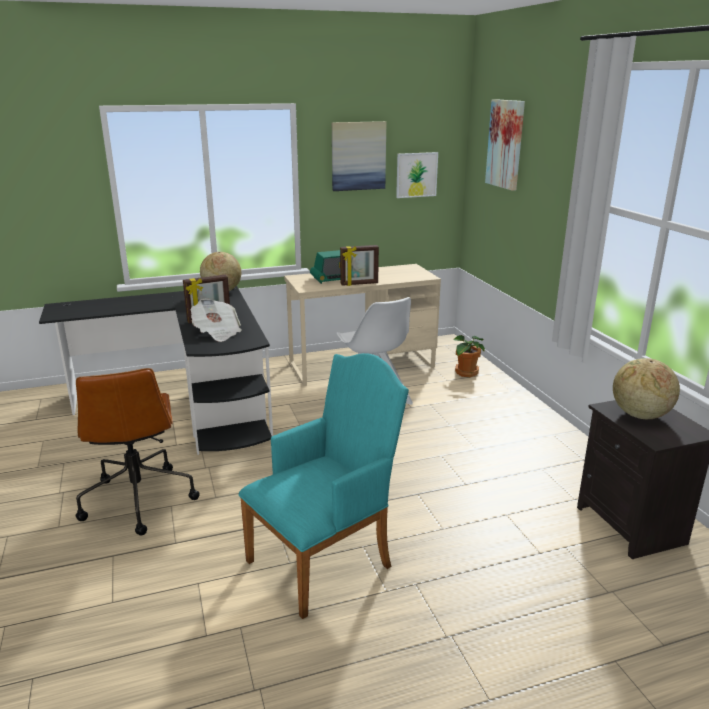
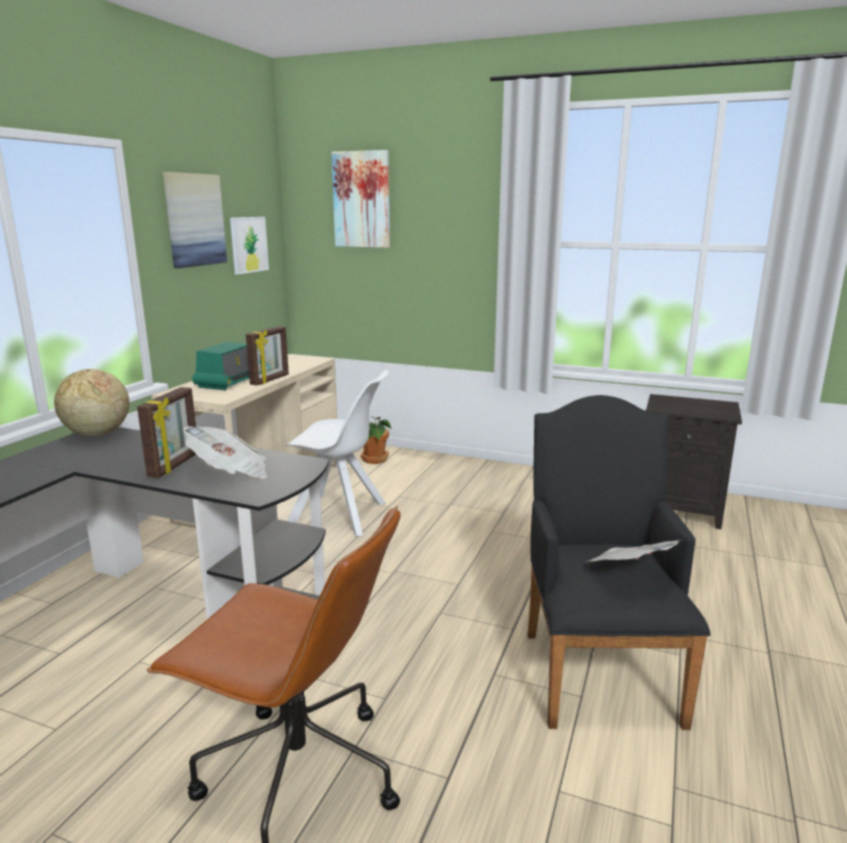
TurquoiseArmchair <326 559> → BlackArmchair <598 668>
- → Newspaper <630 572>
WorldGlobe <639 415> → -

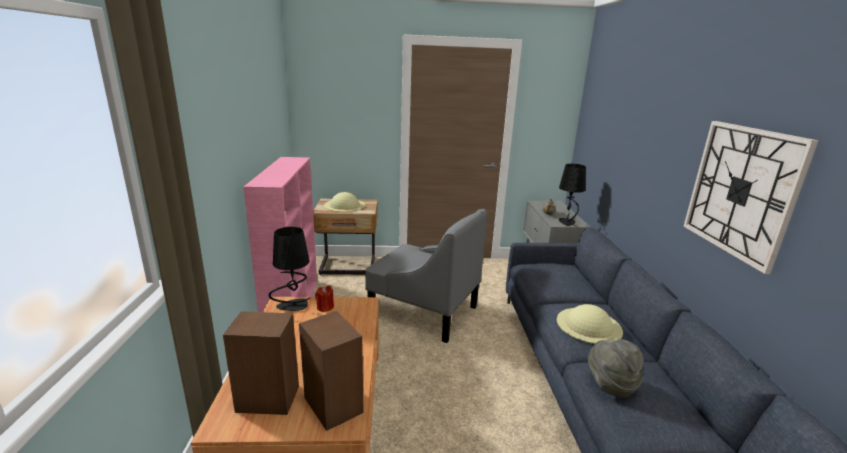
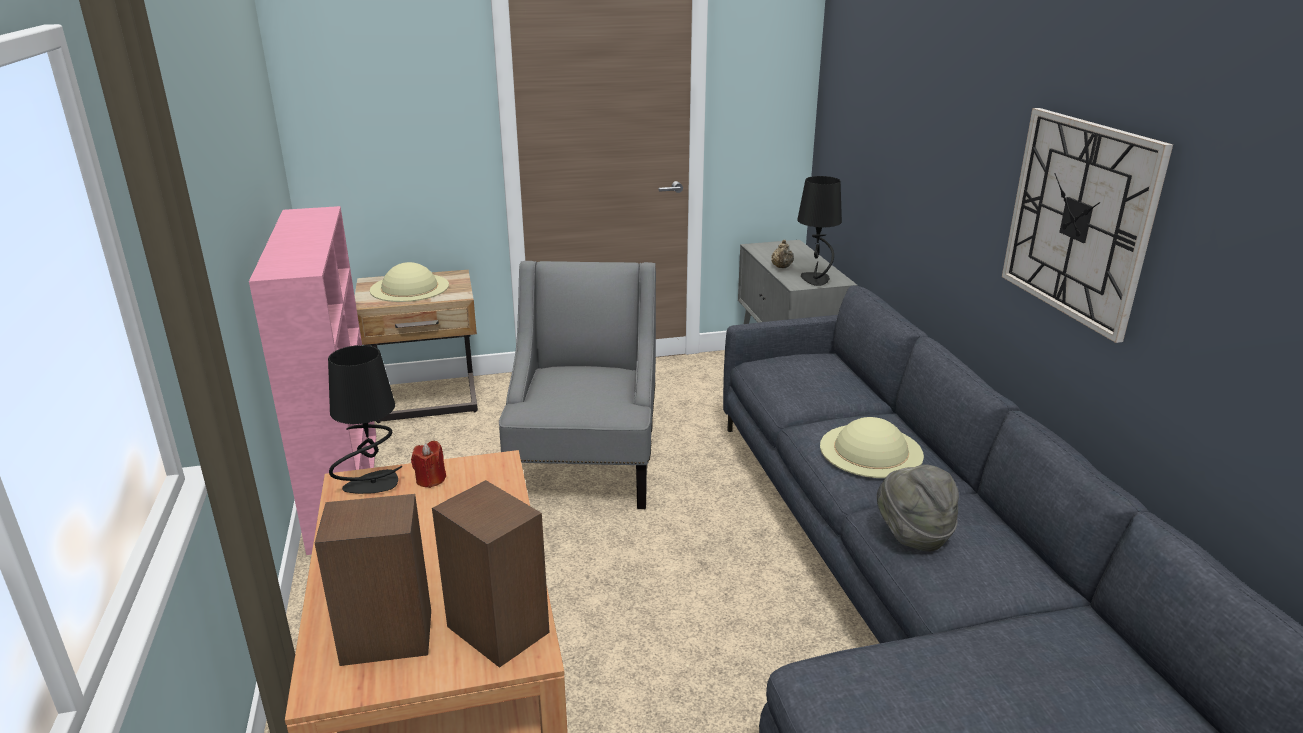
GreyArmchair <423 311> → GreyArmchair <586 464>, 105 degrees counterclockwise

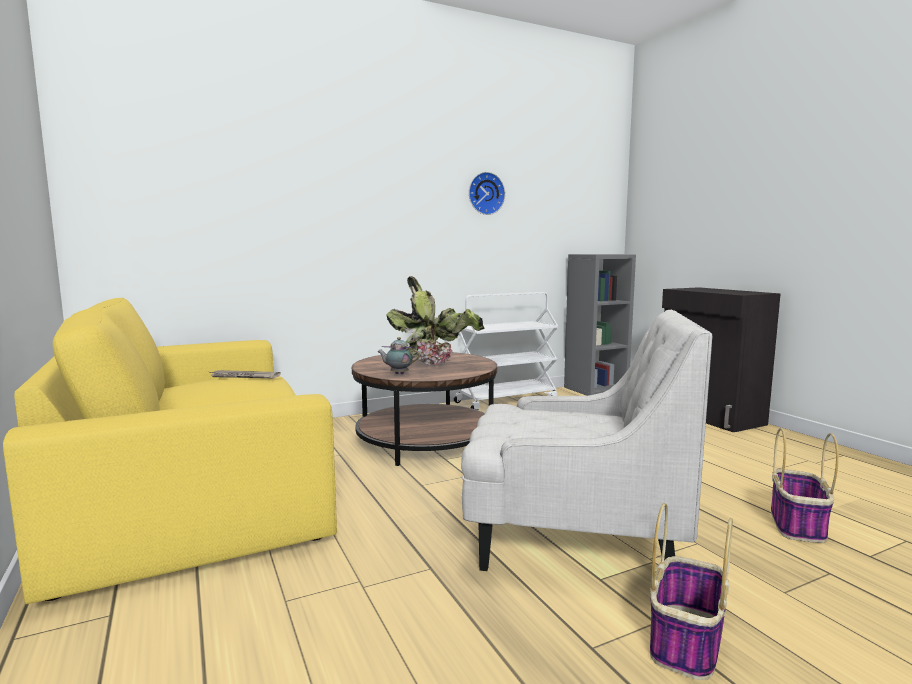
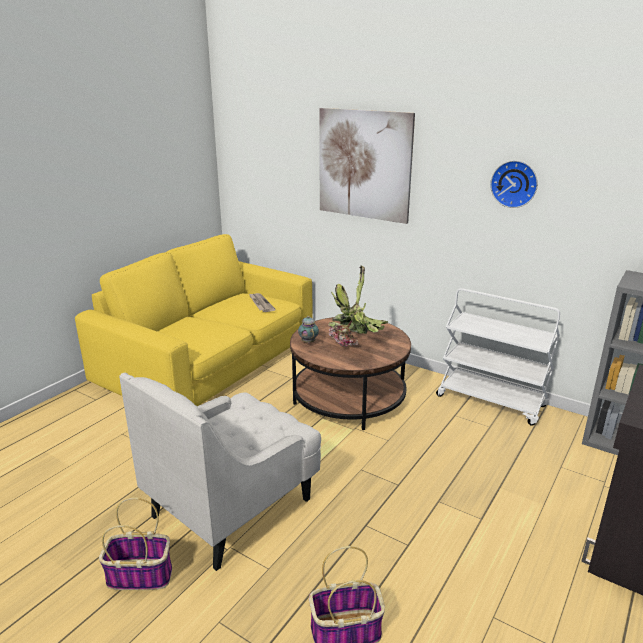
WhiteArmchair <572 541> → WhiteArmchair <233 506>, 60 degrees clockwise
- → WallArt <364 165>

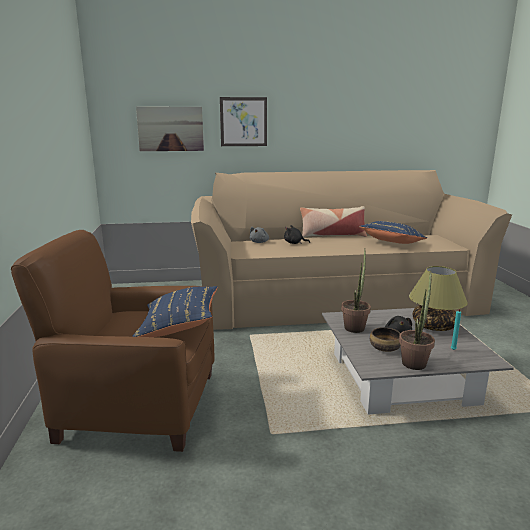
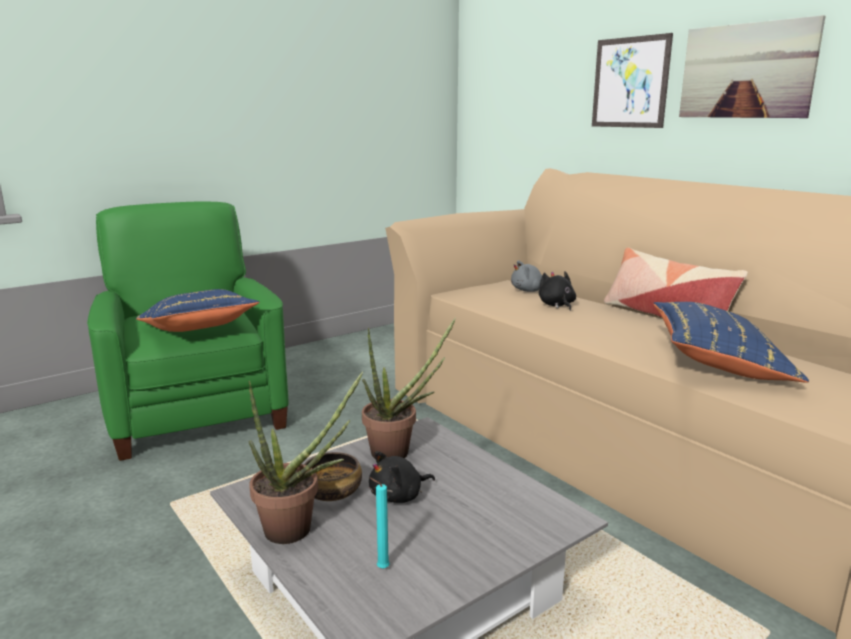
BrownArmchair <138 405> → GreenColouredArmchair <196 412>
WallArt <170 129> → WallArt <746 71>, moved
LampForATable <434 326> → -

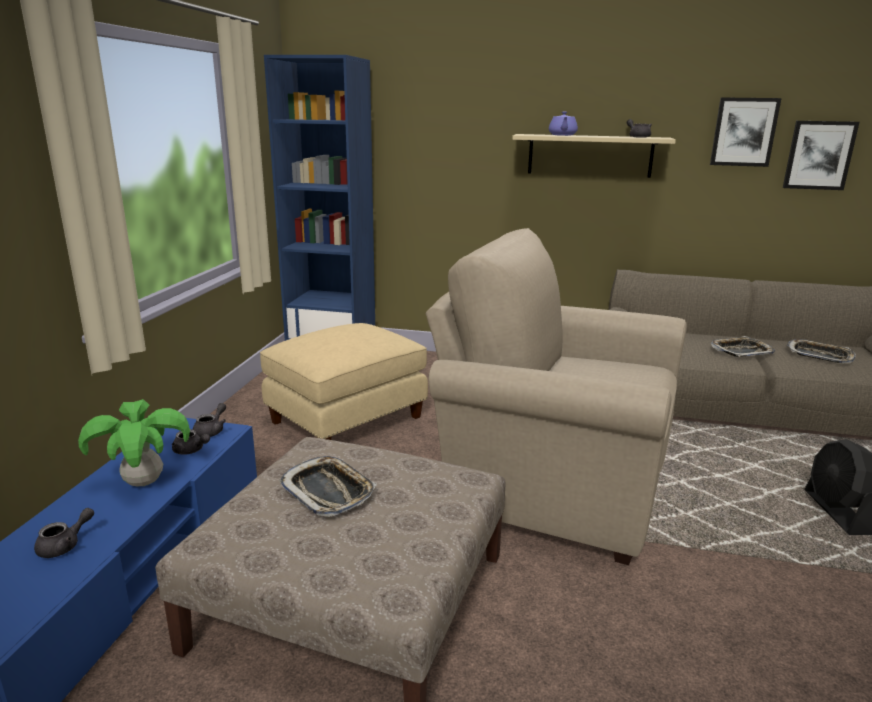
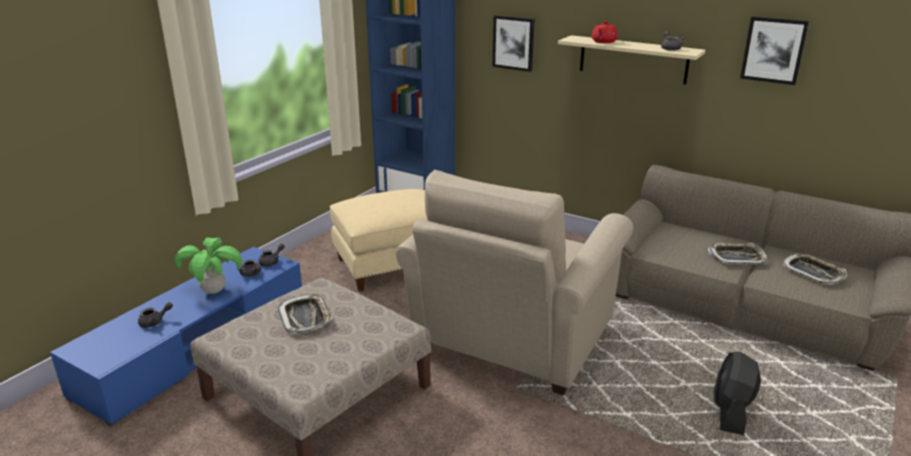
BeigeColouredArmchair <550 483> → BeigeColouredArmchair <510 342>, 105 degrees counterclockwise
WallArt <819 155> → WallArt <513 43>, moved
PurpleTeapot <562 135> → ReddishTeapot <603 42>

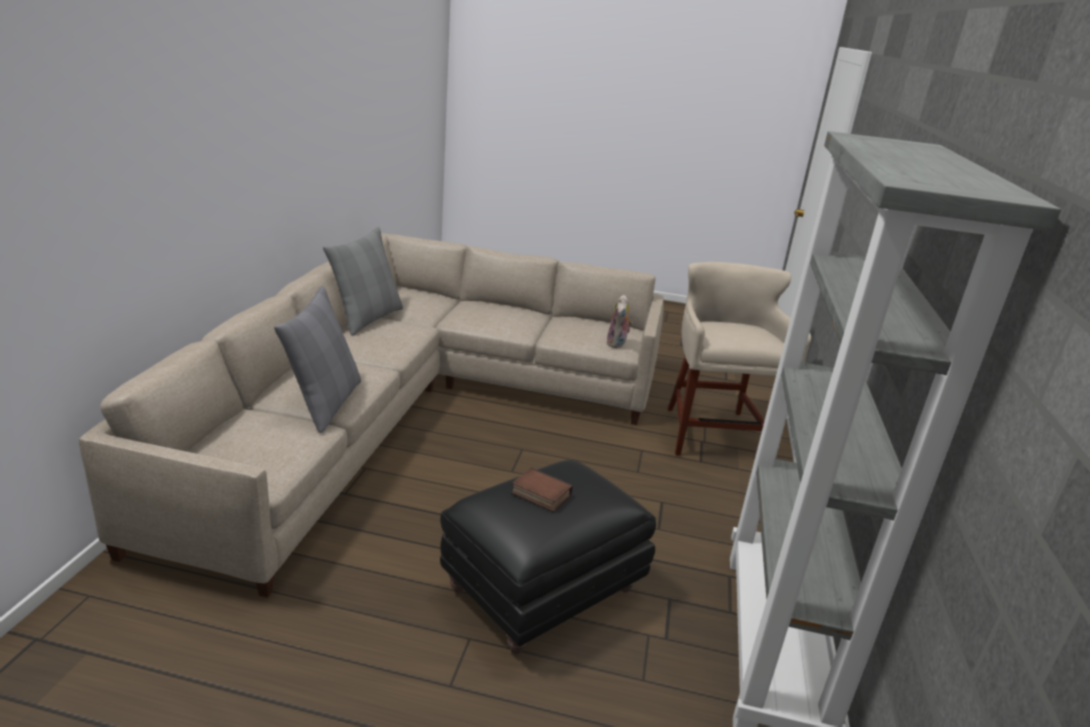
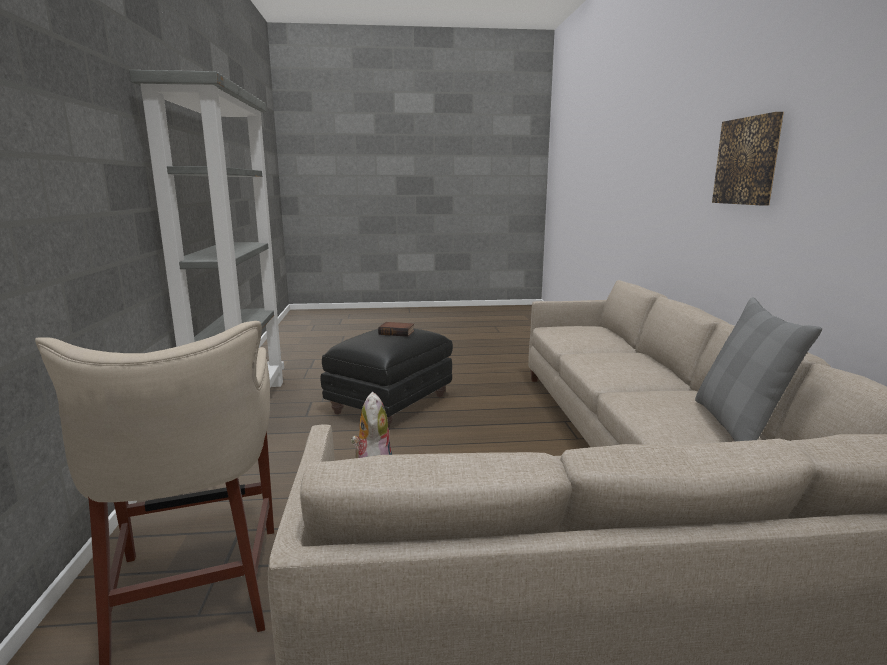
- → WallArt <748 161>
GreyPillow <325 404> → -

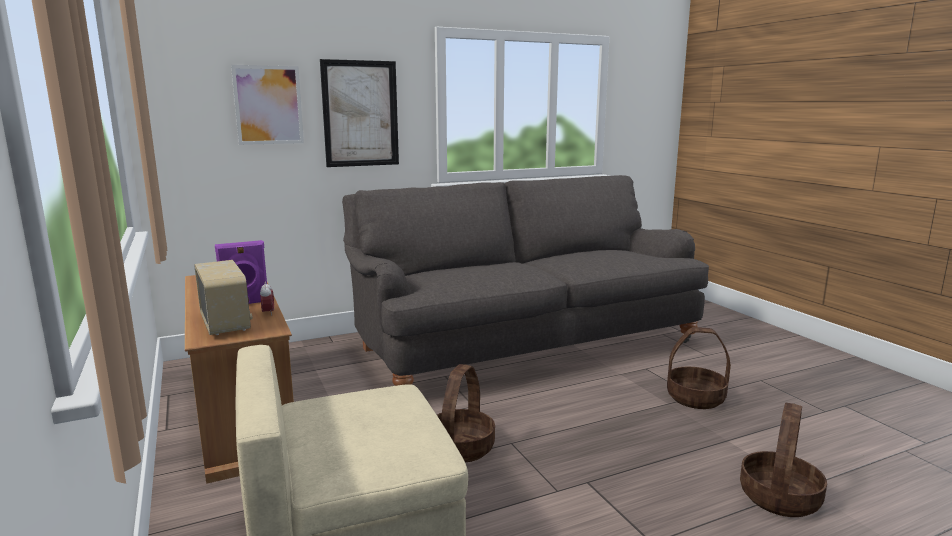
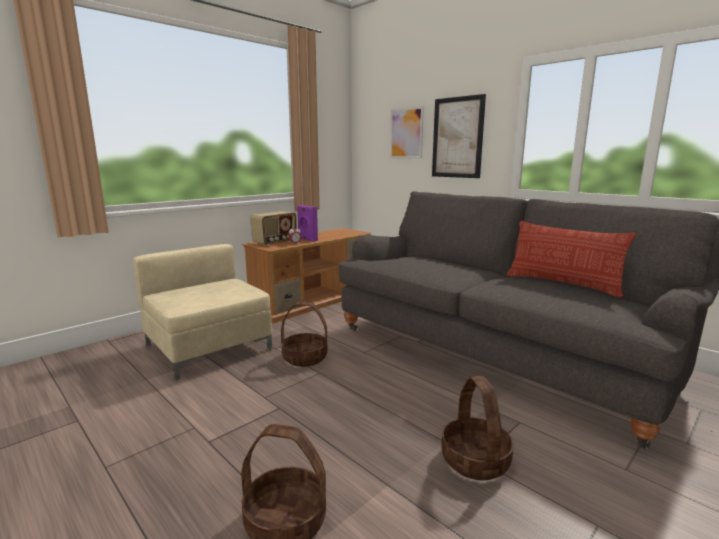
- → Pillow <562 284>

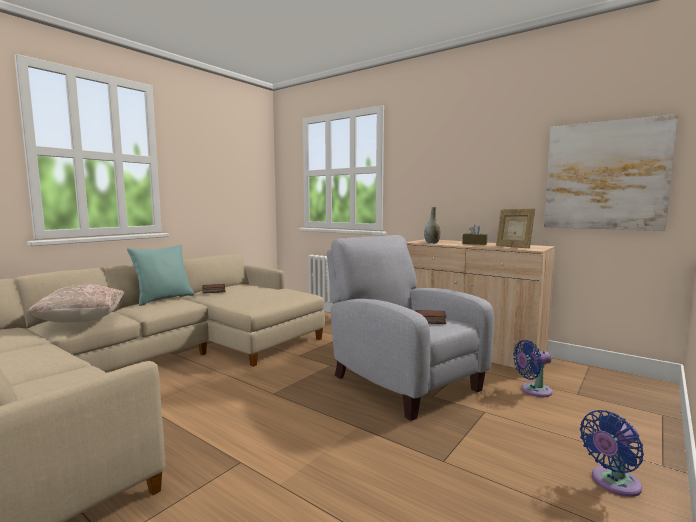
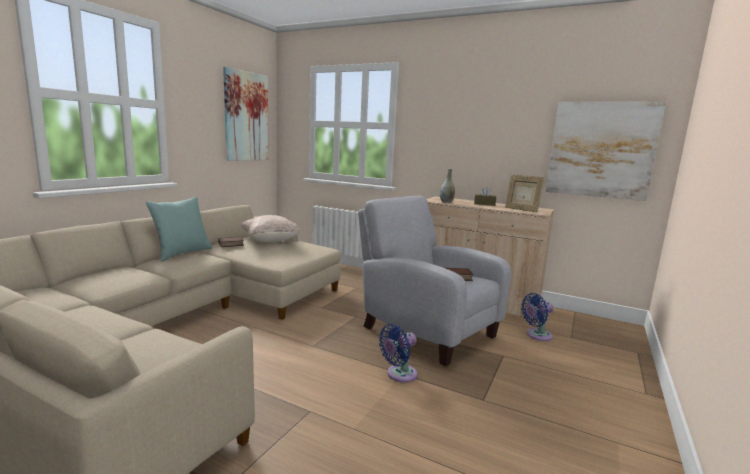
- → WallArt <246 117>
BeigeColouredPillow <82 321> → BeigeColouredPillow <270 241>, moved
BlueCoolingFan <612 483> → BlueCoolingFan <399 375>, moved

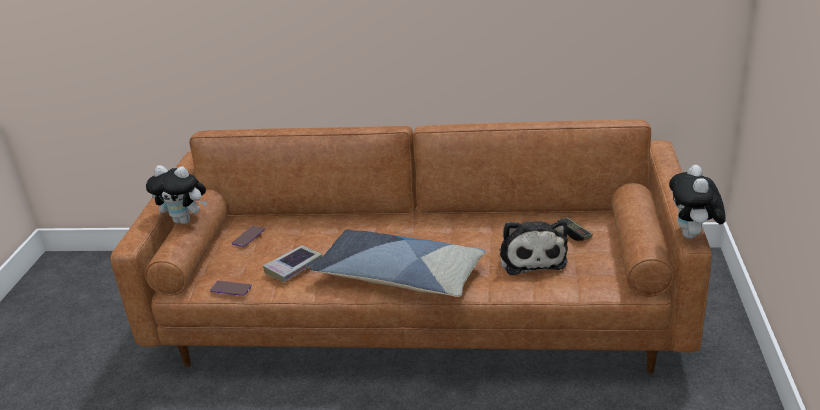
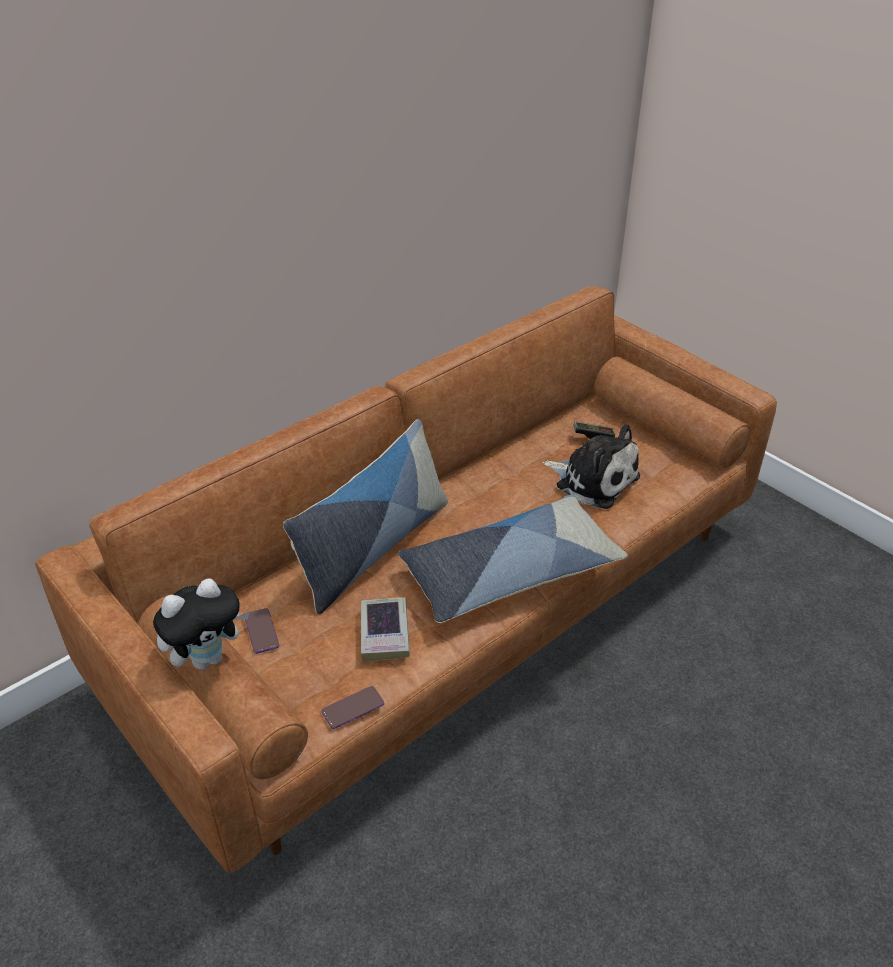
- → Pillow <373 548>
CuddlyToy <693 236> → -

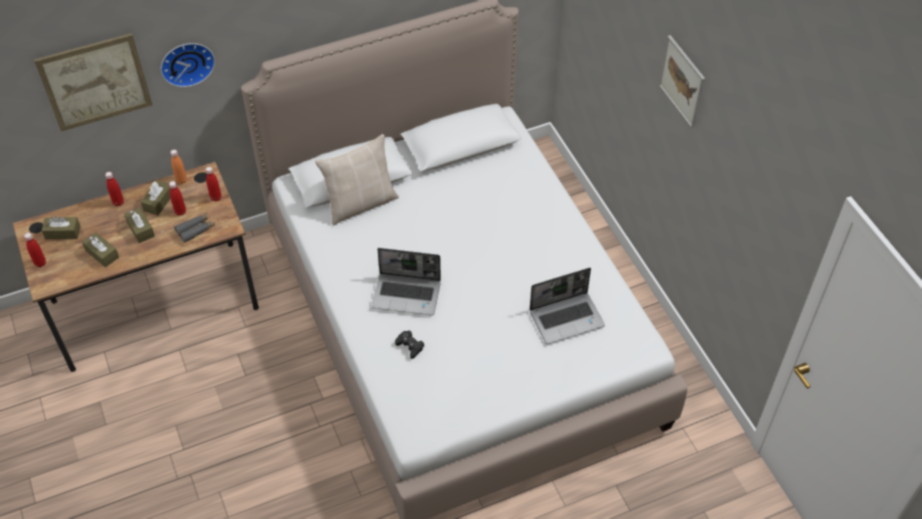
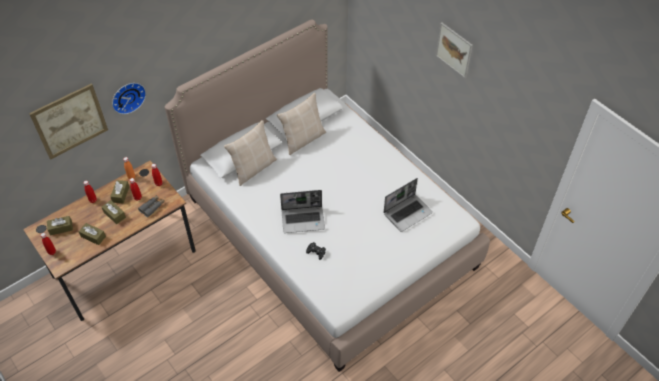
- → BeigeColouredPillow <303 139>

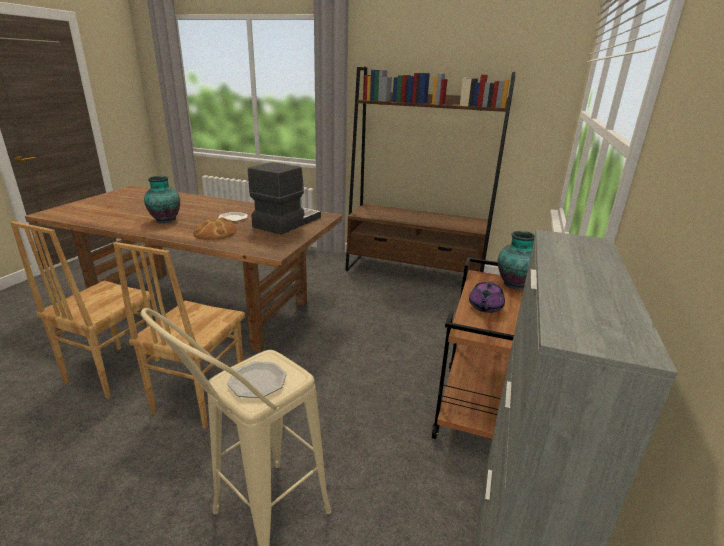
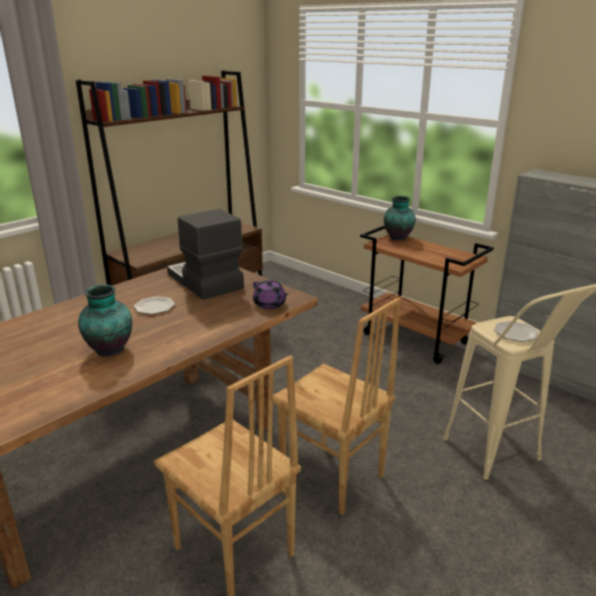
PurpleTeapot <485 307> → PurpleTeapot <270 304>, moved
Bread <215 233> → -

